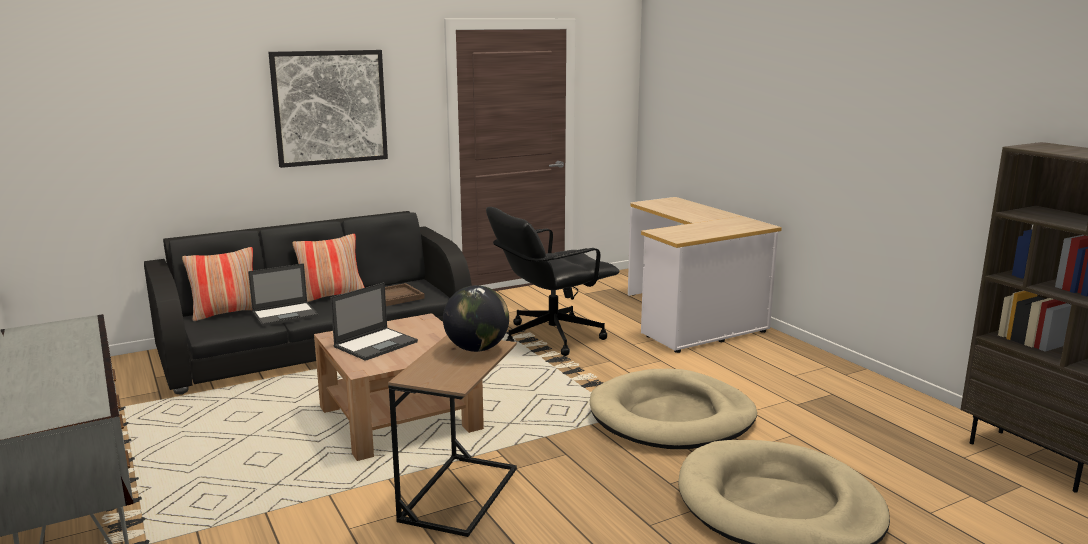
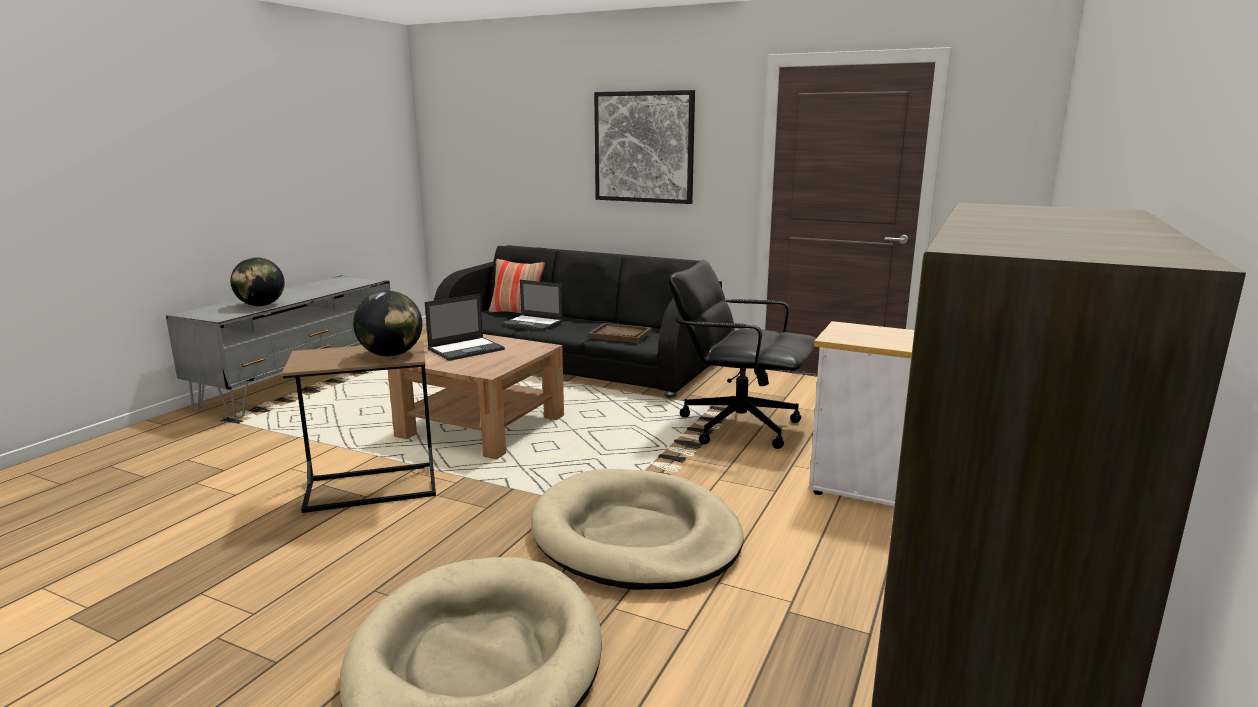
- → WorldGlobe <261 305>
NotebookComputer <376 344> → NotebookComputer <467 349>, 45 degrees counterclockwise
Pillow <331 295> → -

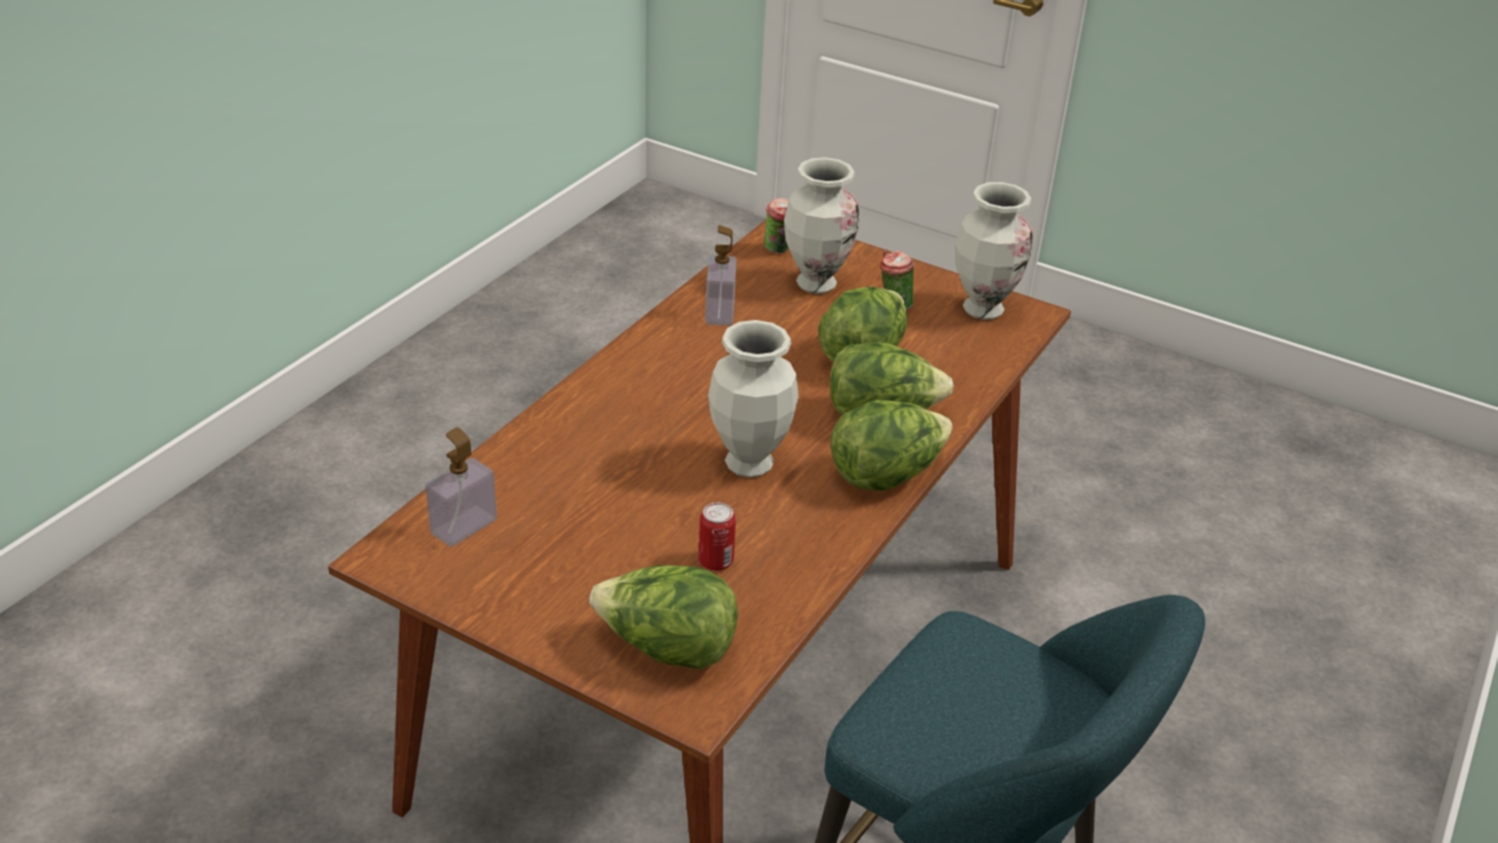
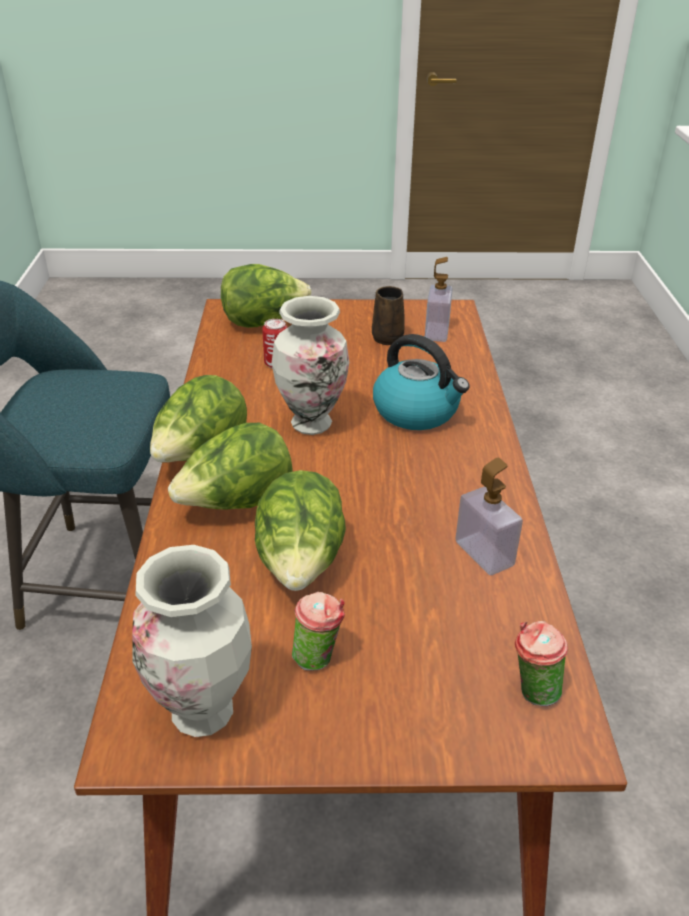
- → BrownCoffeeMug <388 337>
- → TeaKettle <417 412>
FlowerVase <816 284> → -

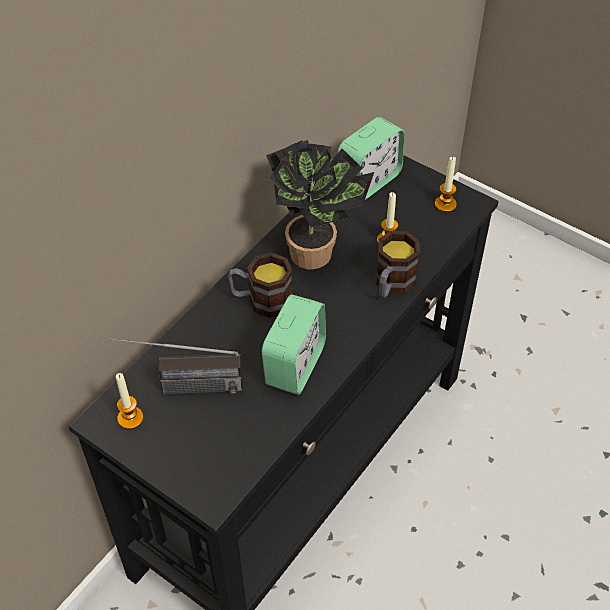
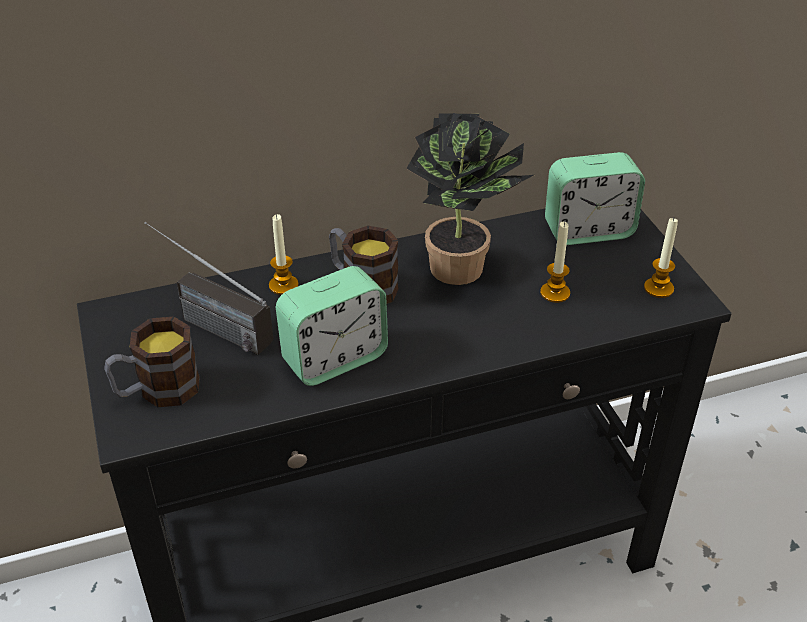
CoffeeMug <391 284> → CoffeeMug <157 390>, moved
WaxCandle <130 418> → WaxCandle <283 285>, moved

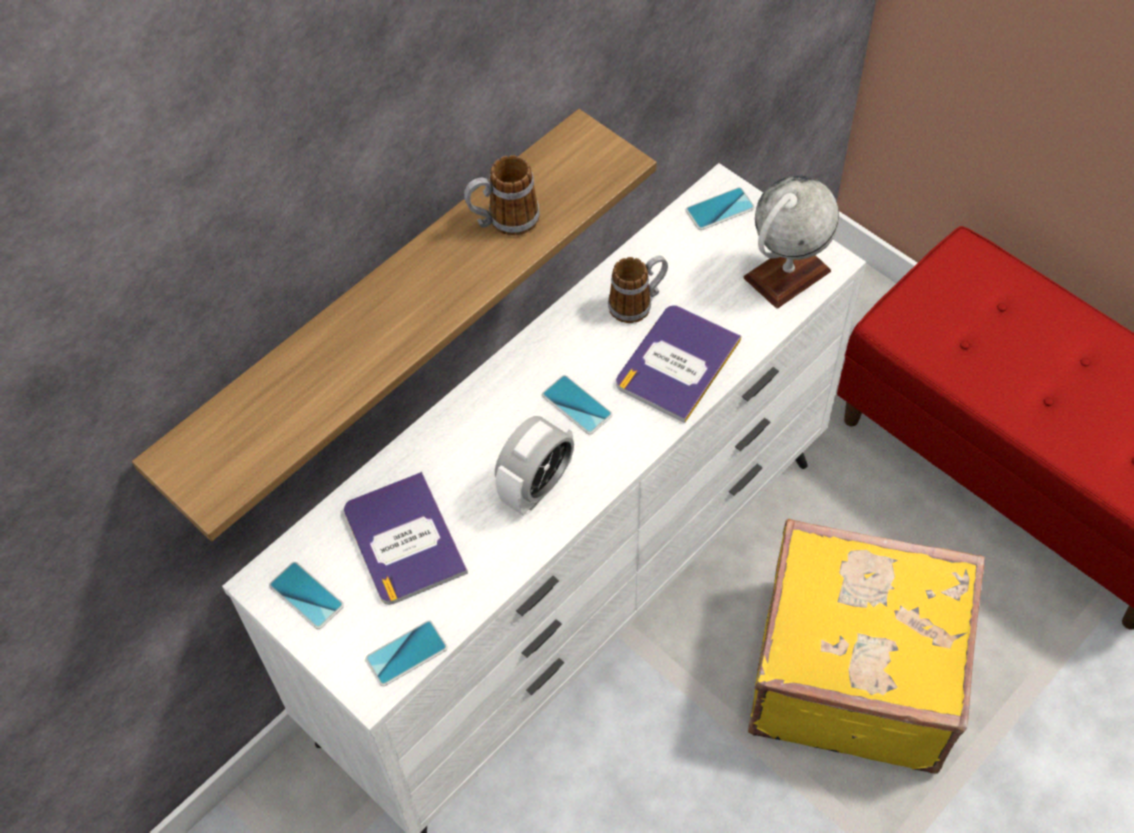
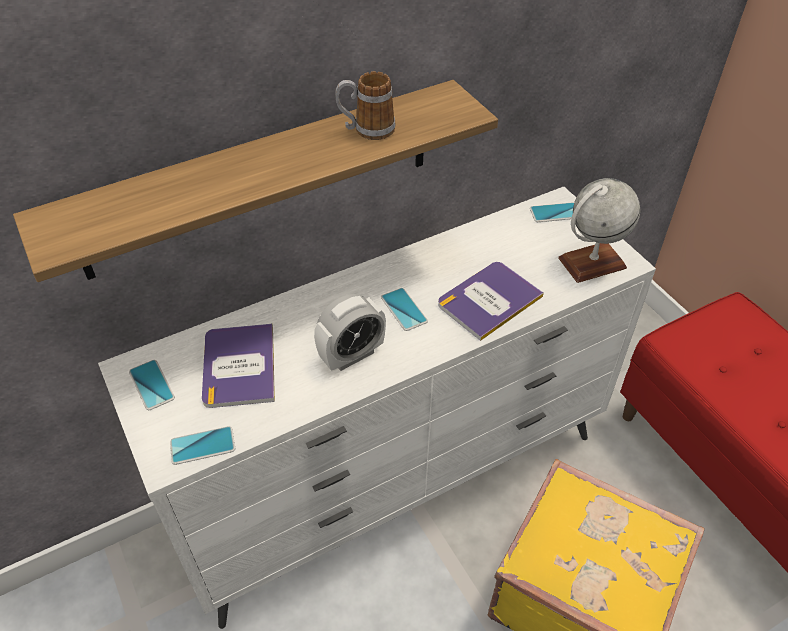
CoffeeMug <637 303> → -

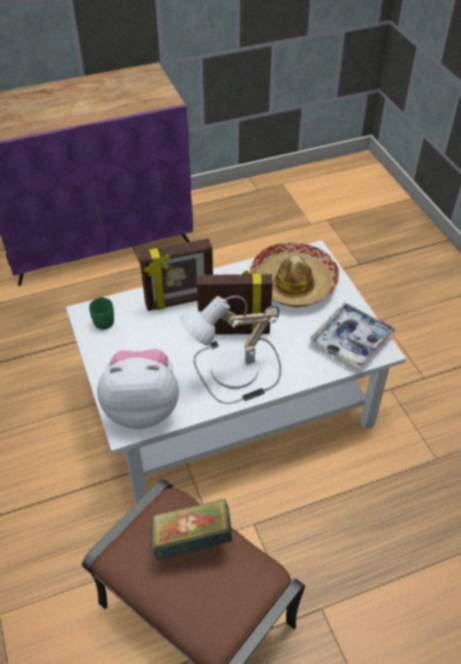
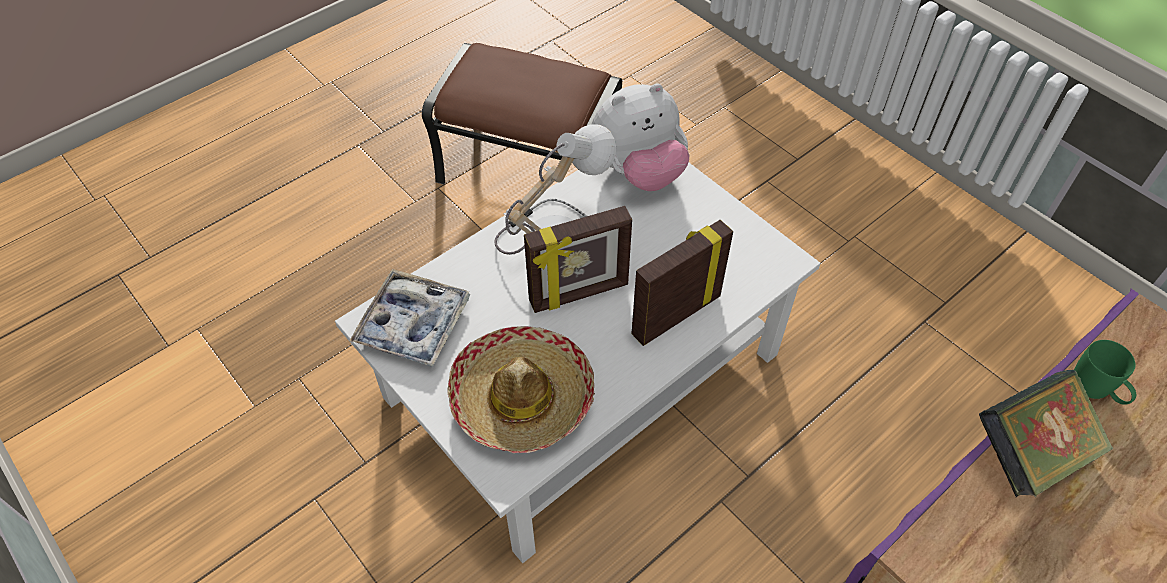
Book <192 540> → Book <1029 451>, moved
GreenColouredCoffeeMug <104 319> → GreenColouredCoffeeMug <1096 390>, moved

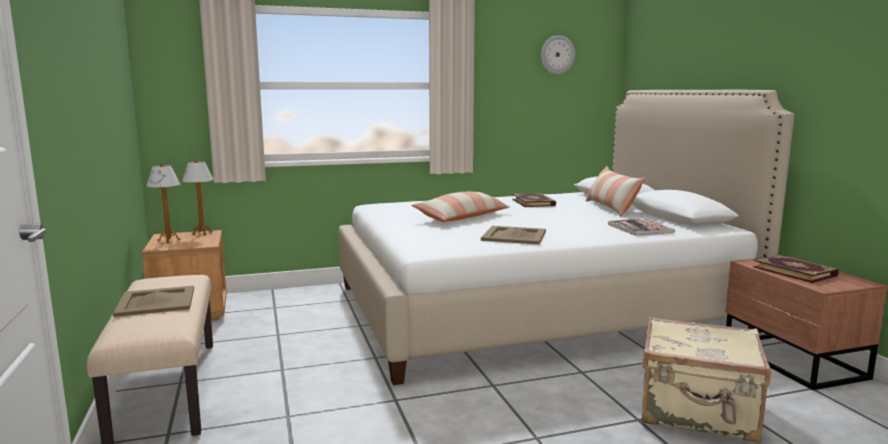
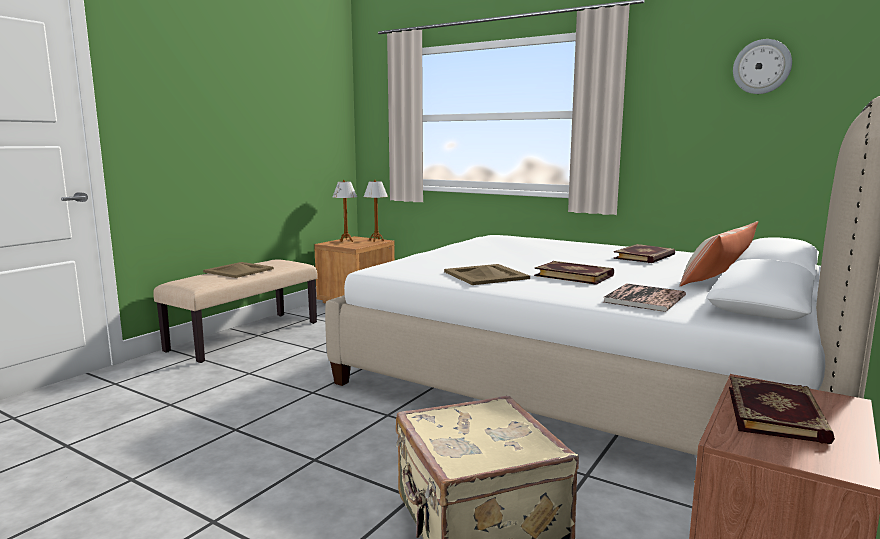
- → Book <574 275>
Pillow <461 217> → -

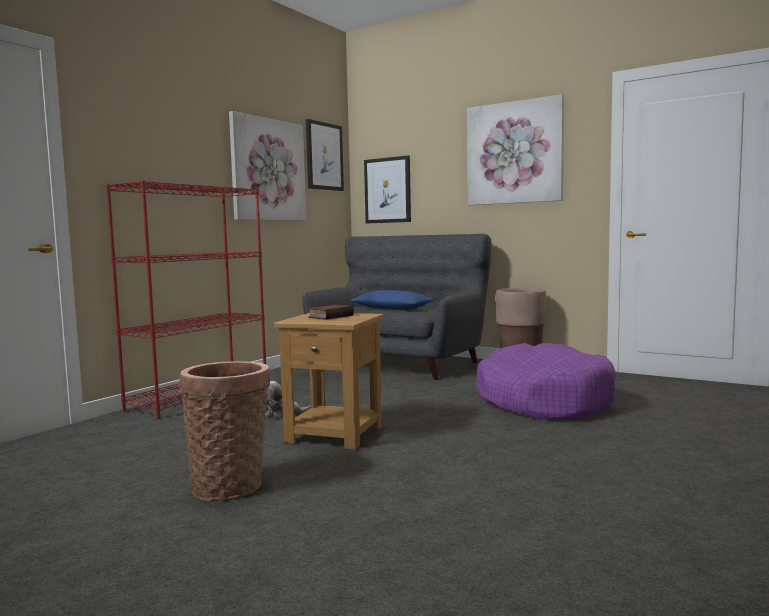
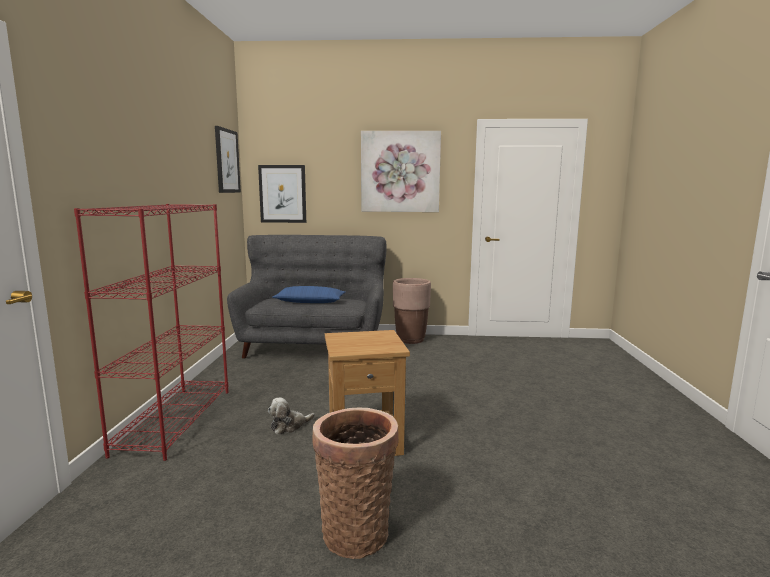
WallArt <268 170> → -
Book <330 316> → -
PurpleDogBed <543 401> → -

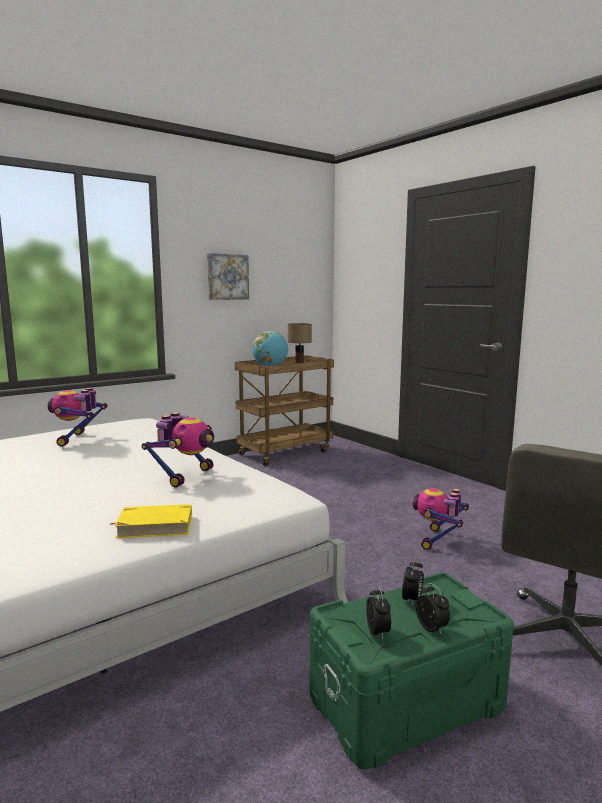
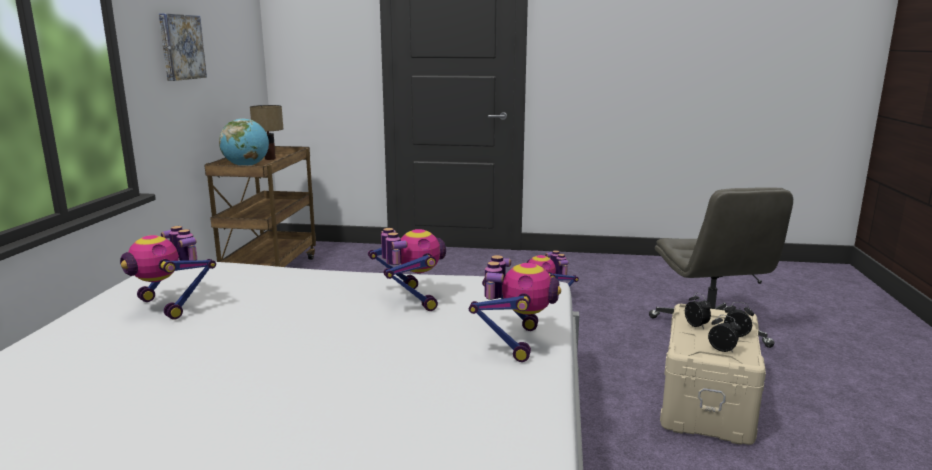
YellowishBook <155 526> → RobotFigure <514 342>
GreenColouredStorageBox <404 701> → BeigeColouredStorageBox <705 402>

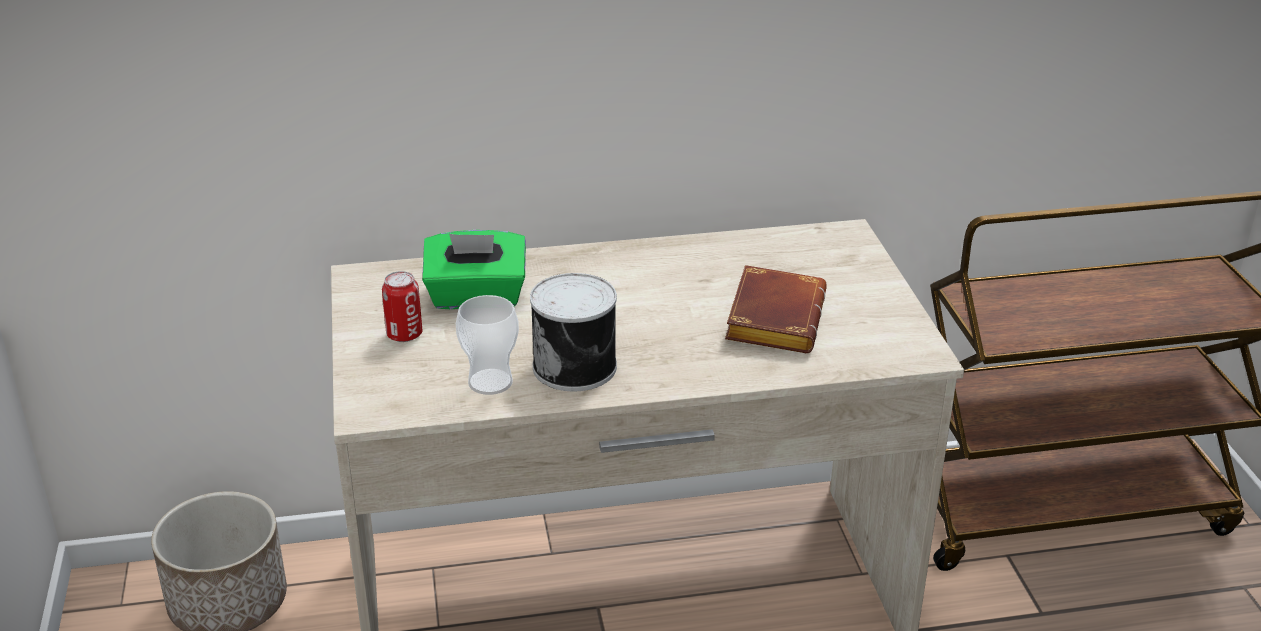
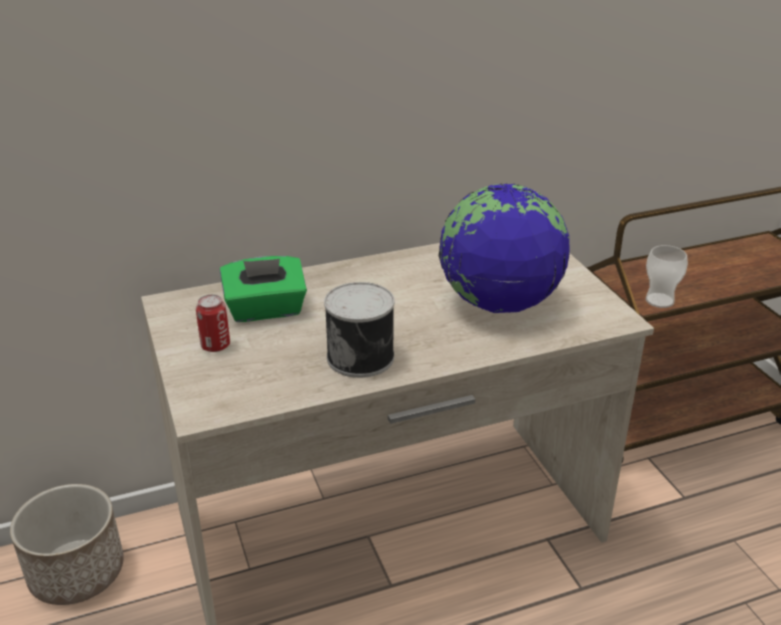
BrownBook <772 318> → WorldGlobe <499 303>
DrinkingCup <490 382> → DrinkingCup <659 300>, moved

